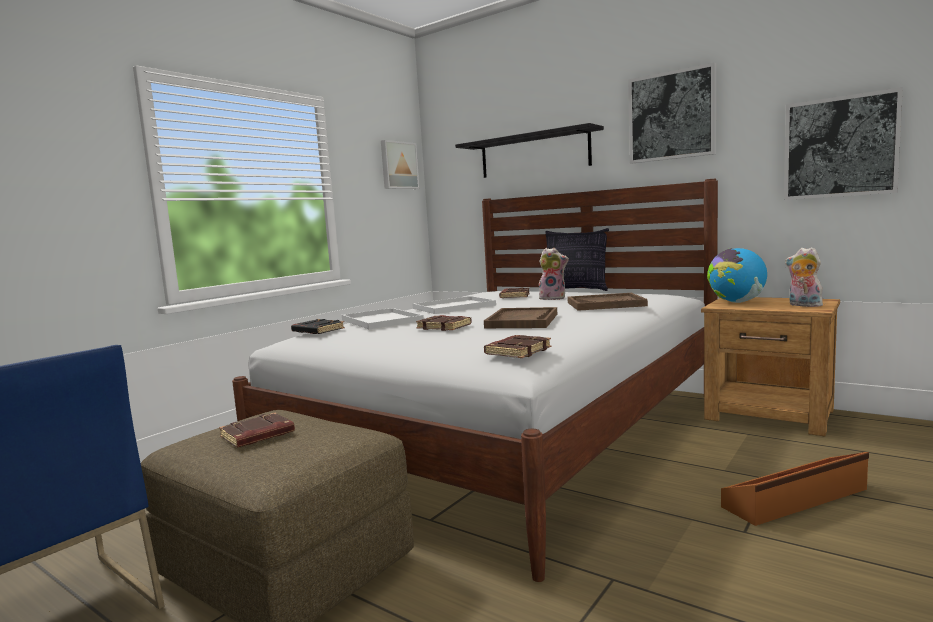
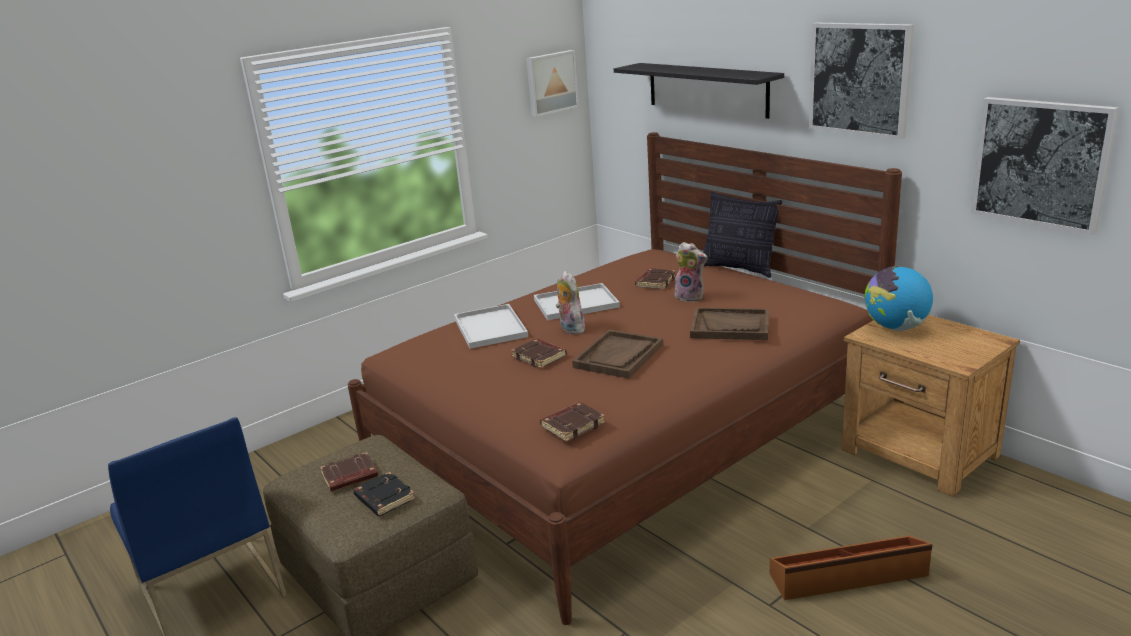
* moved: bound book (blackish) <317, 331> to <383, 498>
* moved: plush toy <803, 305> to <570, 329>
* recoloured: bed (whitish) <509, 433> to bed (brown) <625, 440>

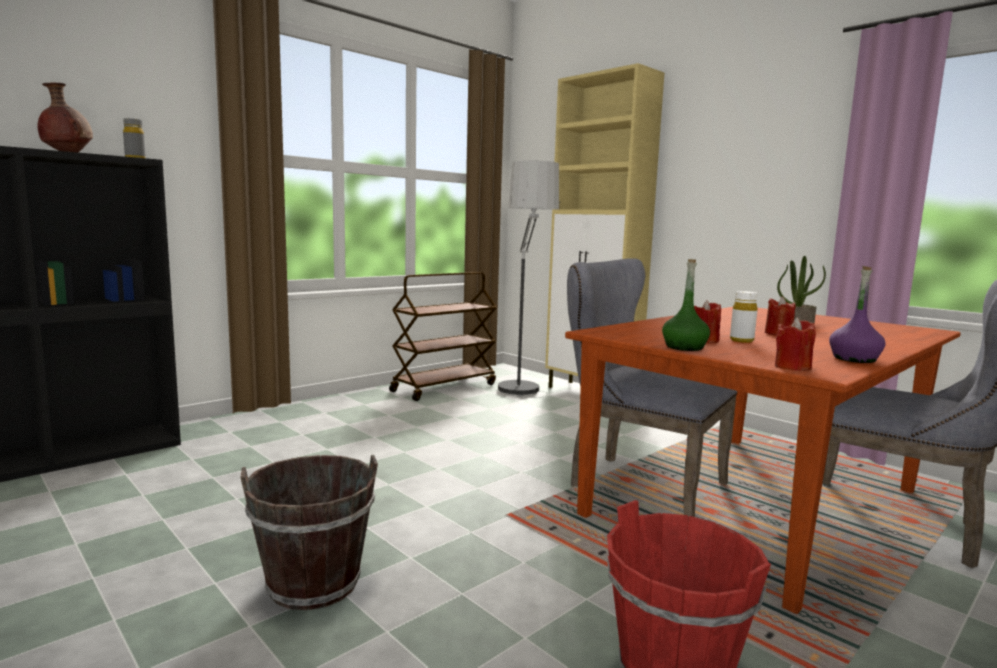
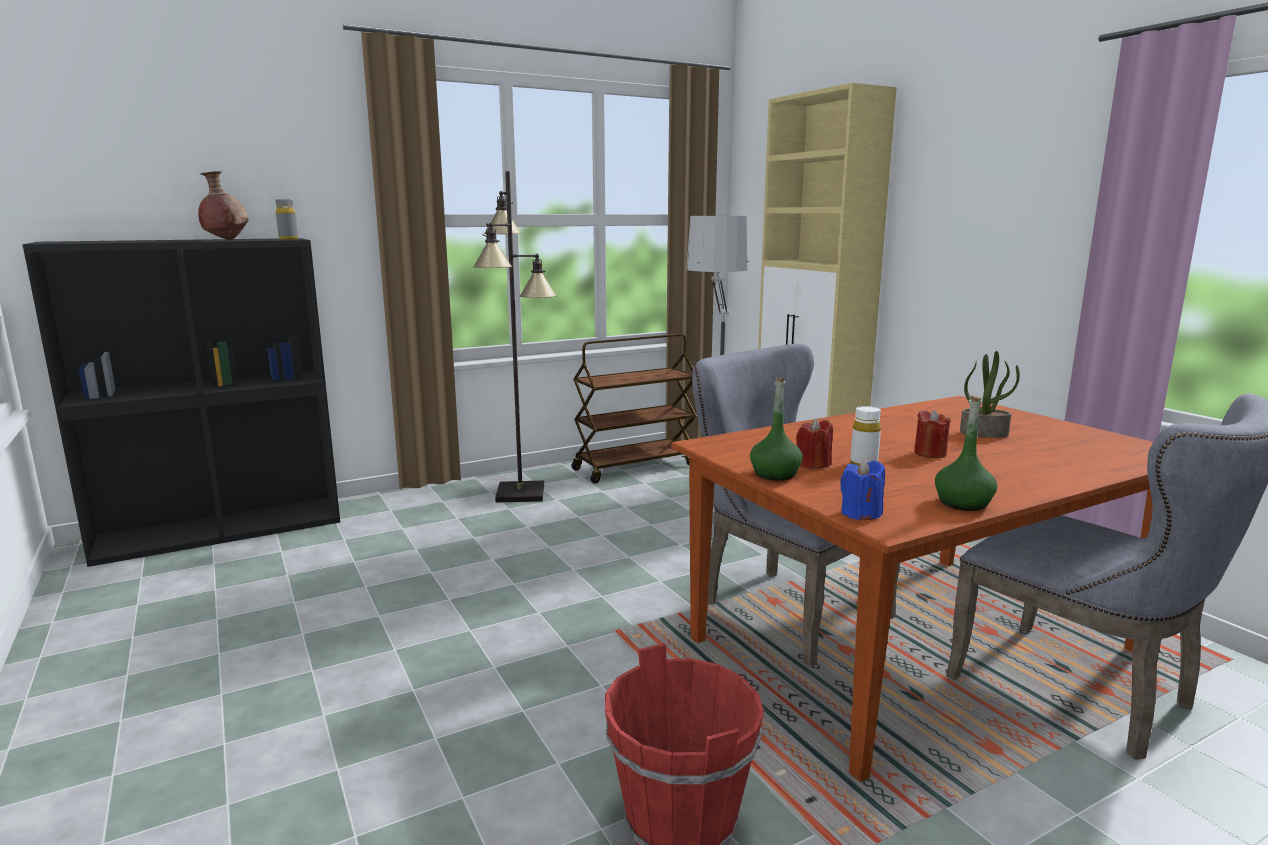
* removed: pail (brown) <314, 583>
* added: floor lamp (blackish) <521, 493>
* recoloured: wax candle (reddish) <792, 367> to wax candle (blue) <861, 513>
* recoloured: drink bottle (purplish) <854, 359> to drink bottle (green) <963, 503>

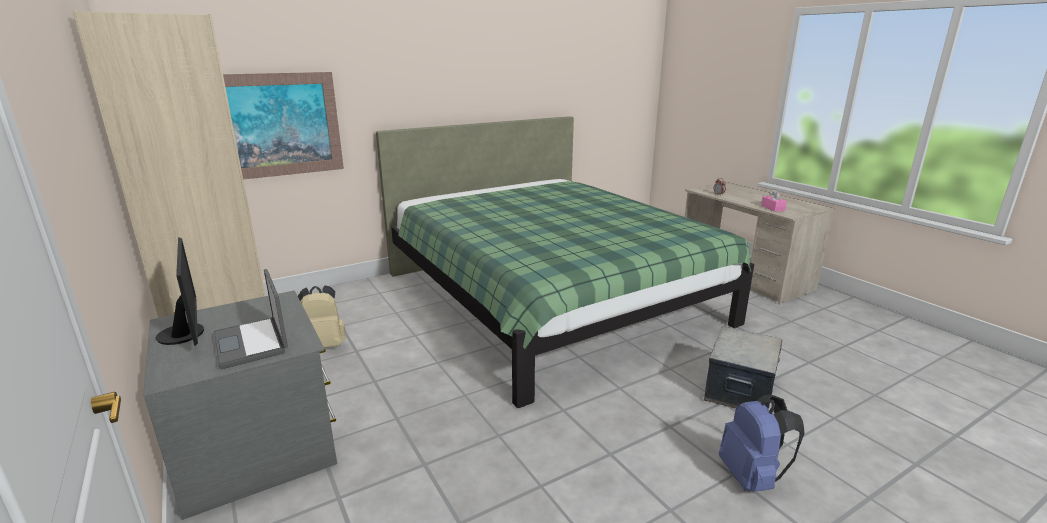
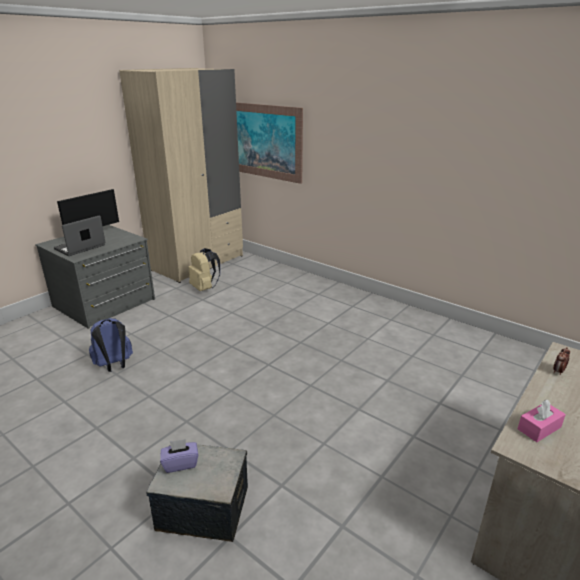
* removed: bed (green) <549, 298>
* added: tissue holder (purplish) <180, 463>
* moved: backpack (blue) <752, 477> to <114, 365>

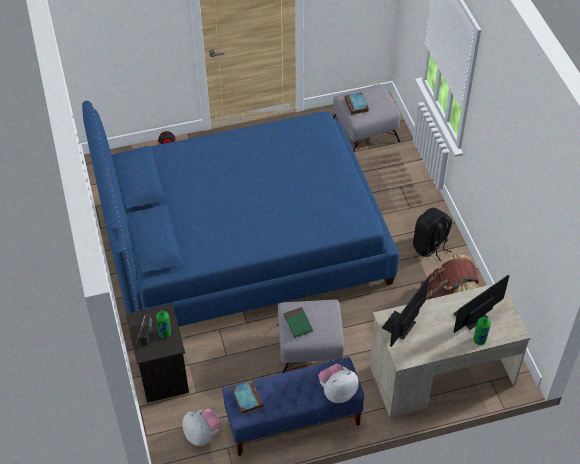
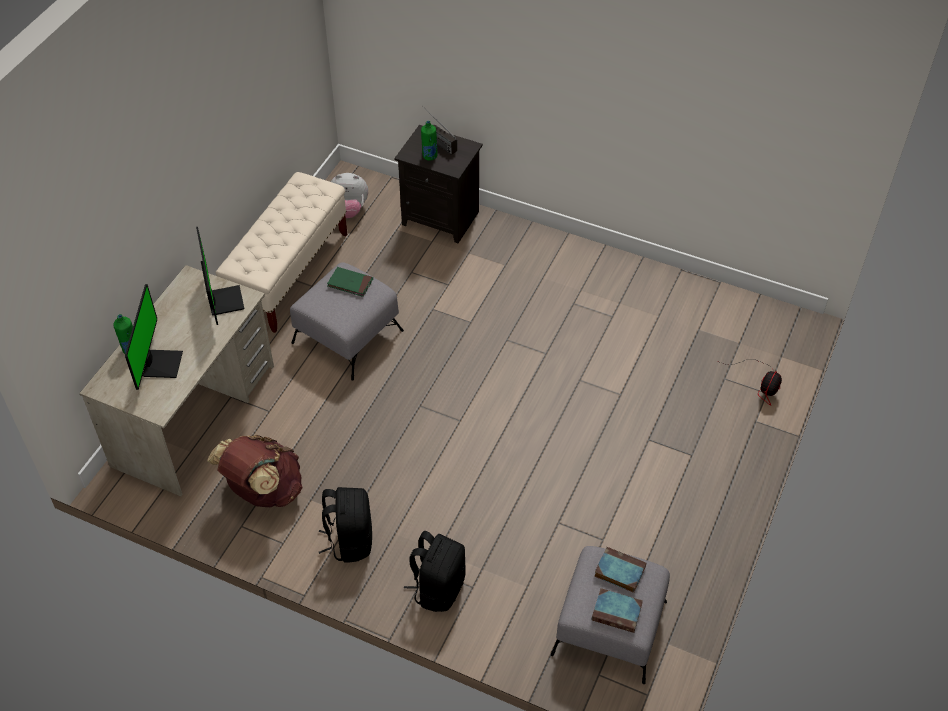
* removed: bed (blue) <243, 243>
* removed: plush toy <337, 392>
* added: backpack (blackish) <438, 588>
* moved: bound book <247, 398> to <617, 612>
* recoloured: long seat (blue) <293, 421> to long seat (beige) <289, 274>

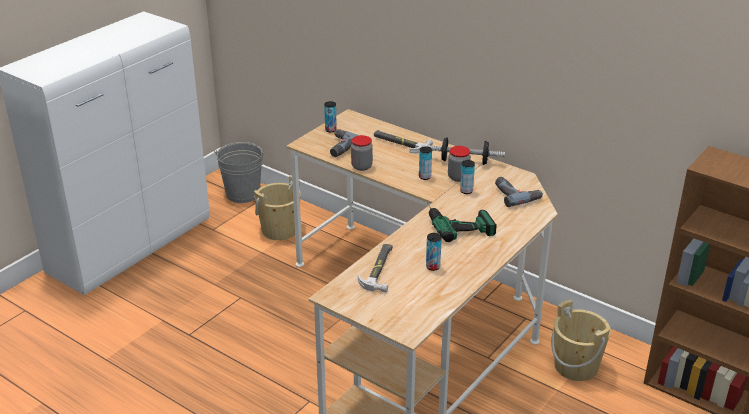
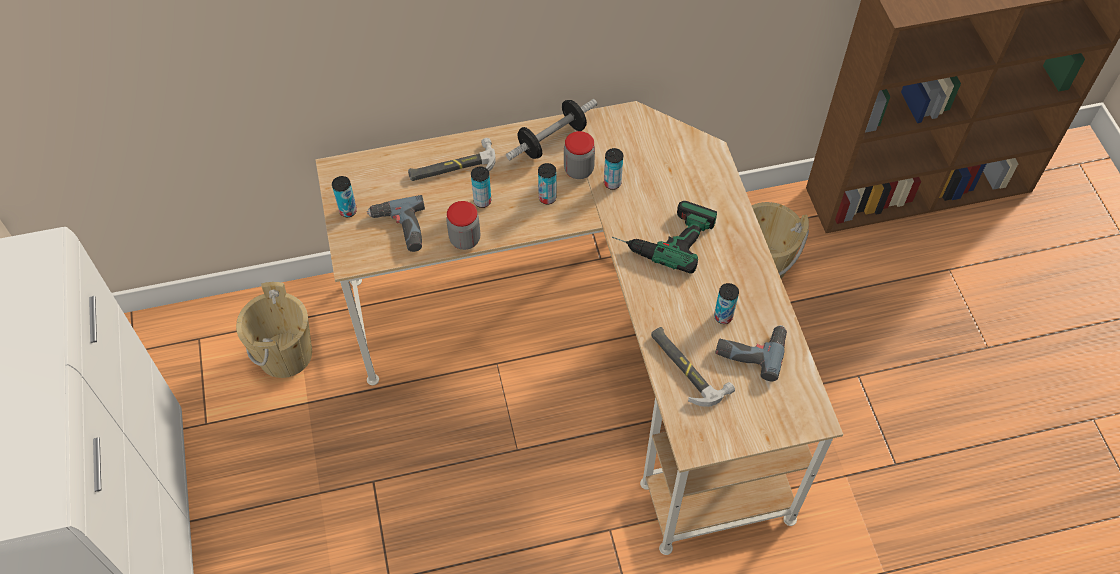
* removed: pail (greyish) <243, 194>
* added: metal can <482, 201>
* moved: electric drill <516, 194> to <750, 349>

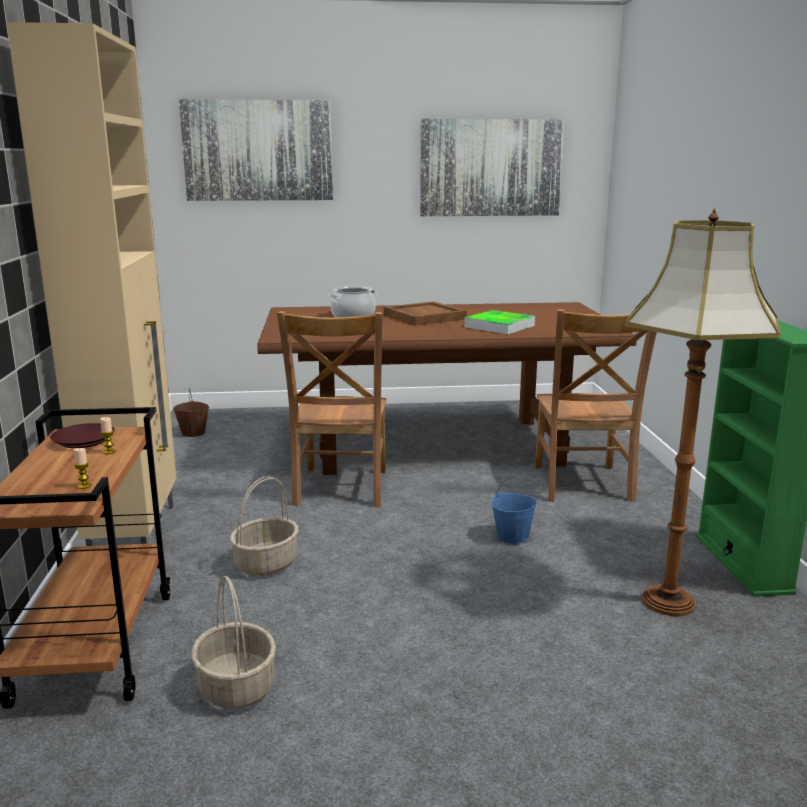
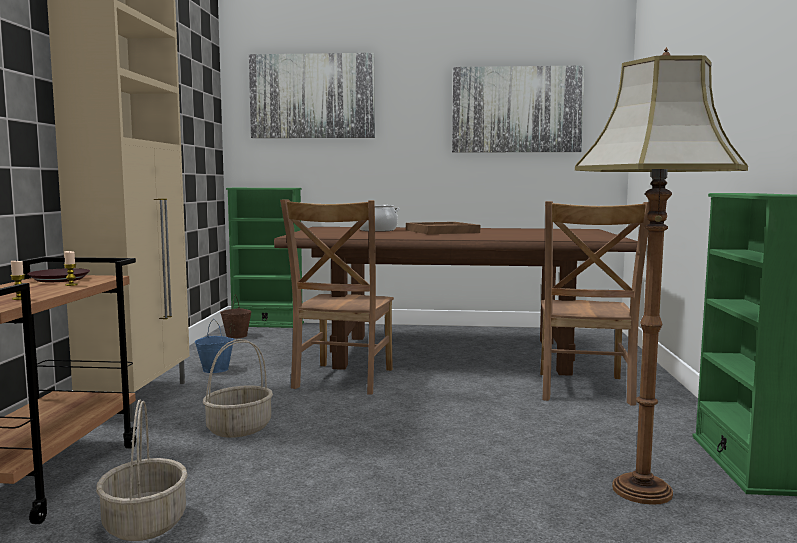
* removed: serving tray <499, 326>
* added: bookcase (green) <267, 324>
* moved: pail (blue) <512, 536> to <216, 370>

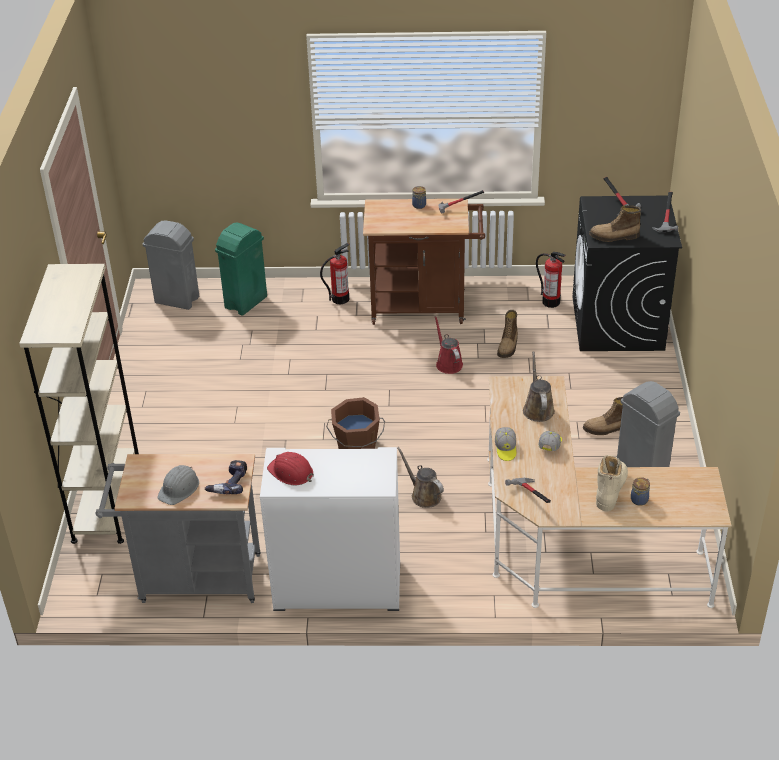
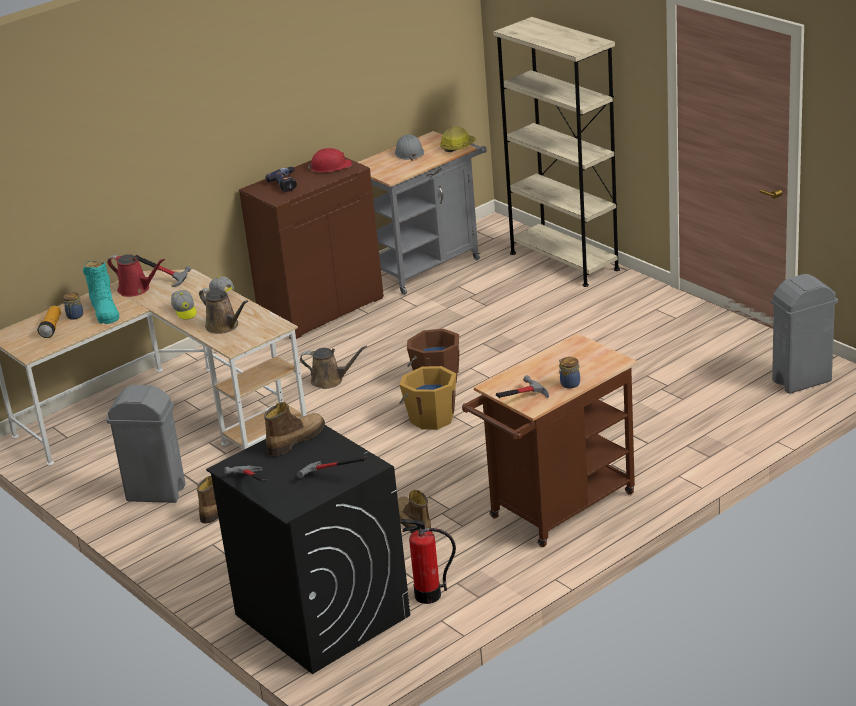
* removed: rubbish bin (green) <245, 302>
* removed: fire-fighting cylinder <340, 299>
* added: torch <51, 328>
* added: pail (orangey) <431, 417>
* added: safety helmet <457, 146>
* moved: electric drill <228, 483> to <287, 184>
* moved: sprinkling can (reddish) <448, 363> to <136, 289>
* recoloured: cupboard (whitish) <337, 586> to cupboard (brown) <321, 309>
* recoloured: high-top boot (beige) <610, 489> to high-top boot (blue-green) <104, 311>

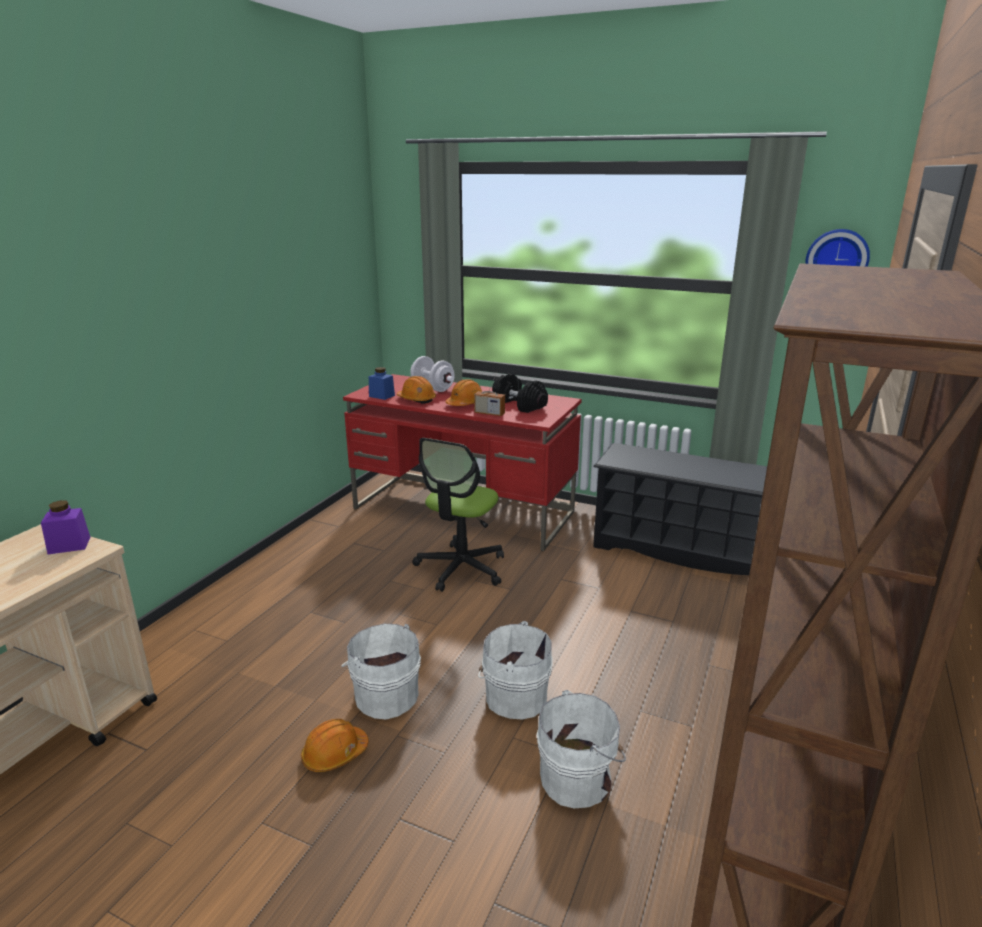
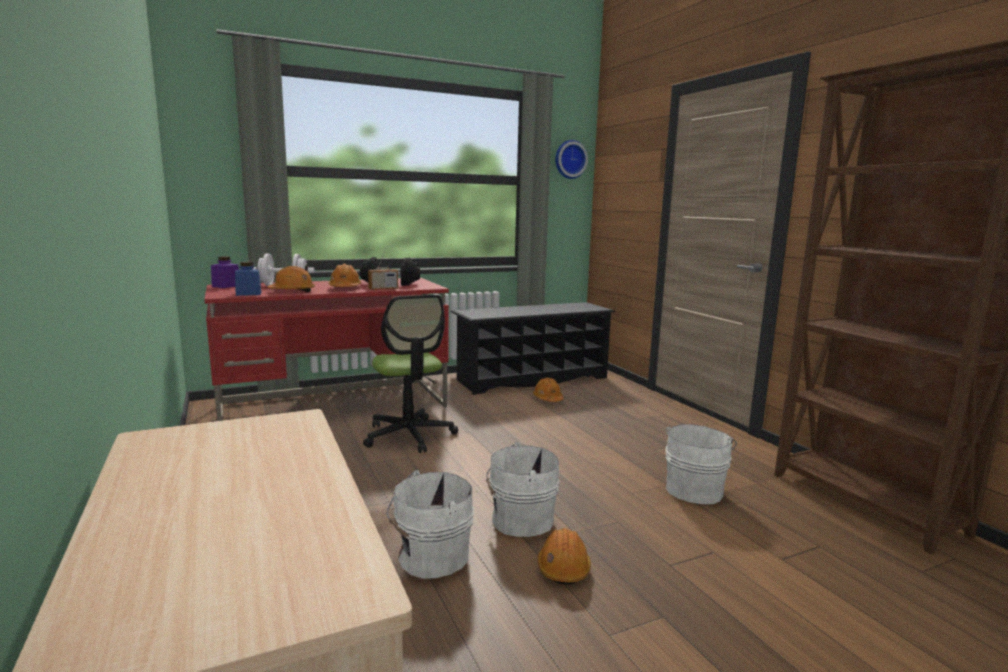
* added: safety helmet (orangey) <548, 399>
* moved: preserve jar (purplish) <69, 545> to <226, 286>
* moved: pail (whitish) <513, 696> to <430, 557>

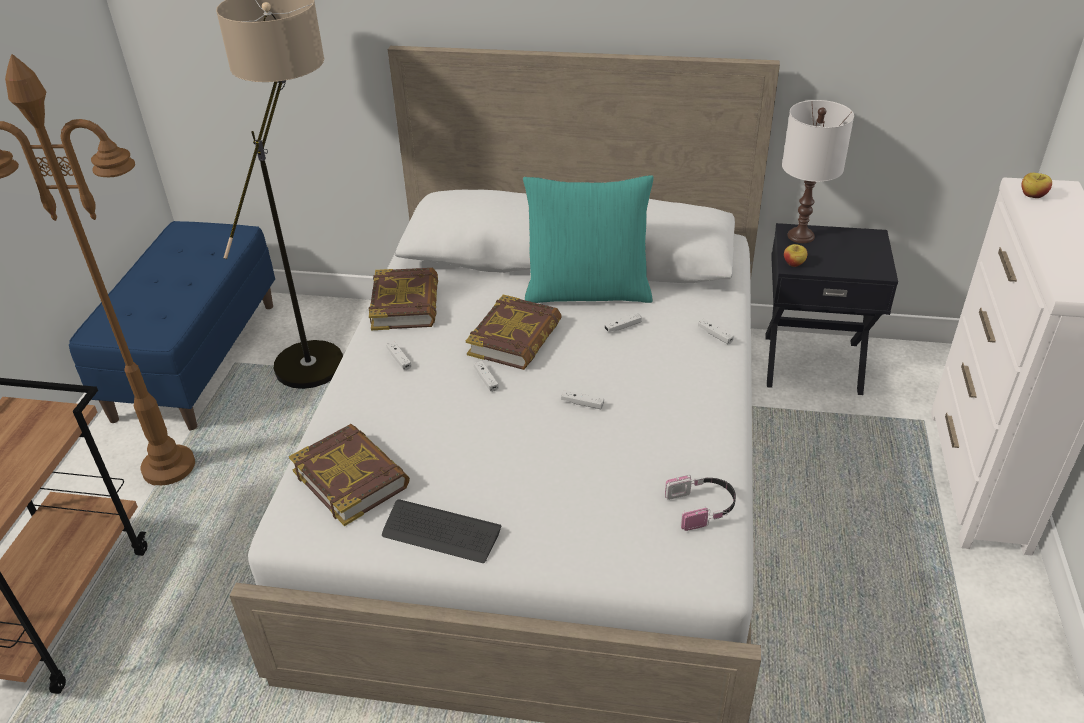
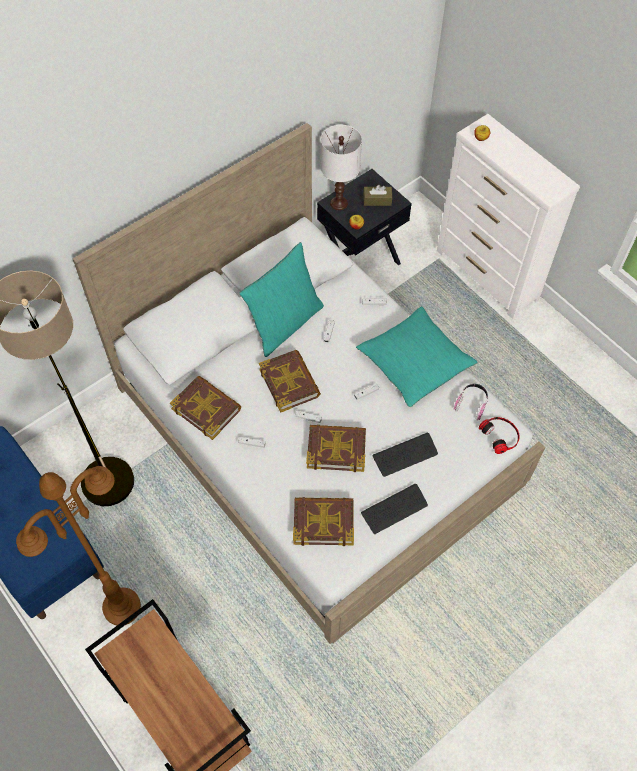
* added: bound book <336, 449>
* added: throw pillow (blue-green) <414, 363>
* added: tissue holder (brown) <377, 200>
* added: computer keyboard <405, 455>
* added: headset <500, 435>

